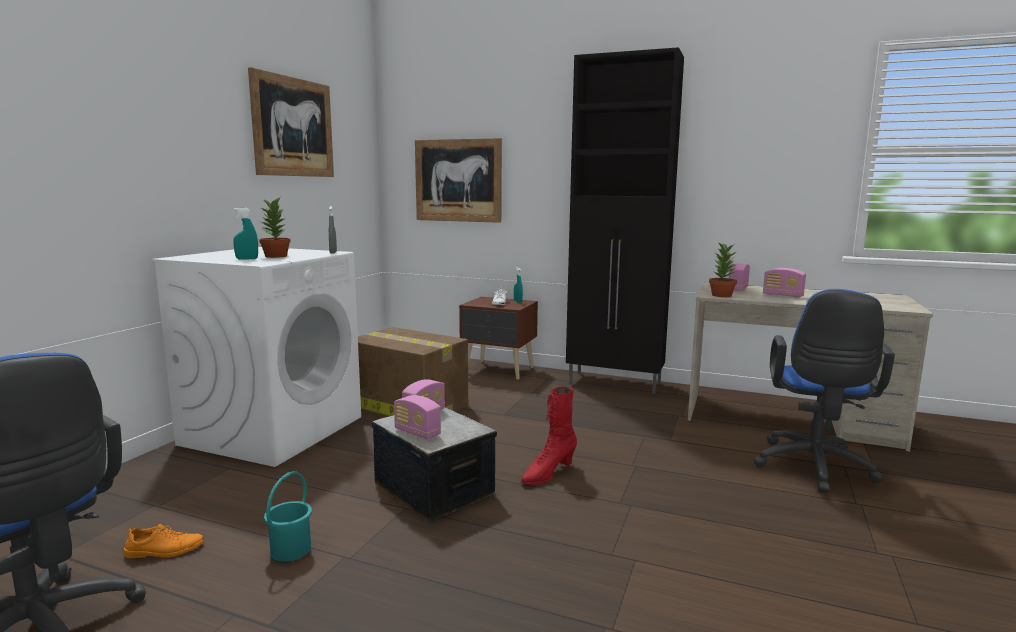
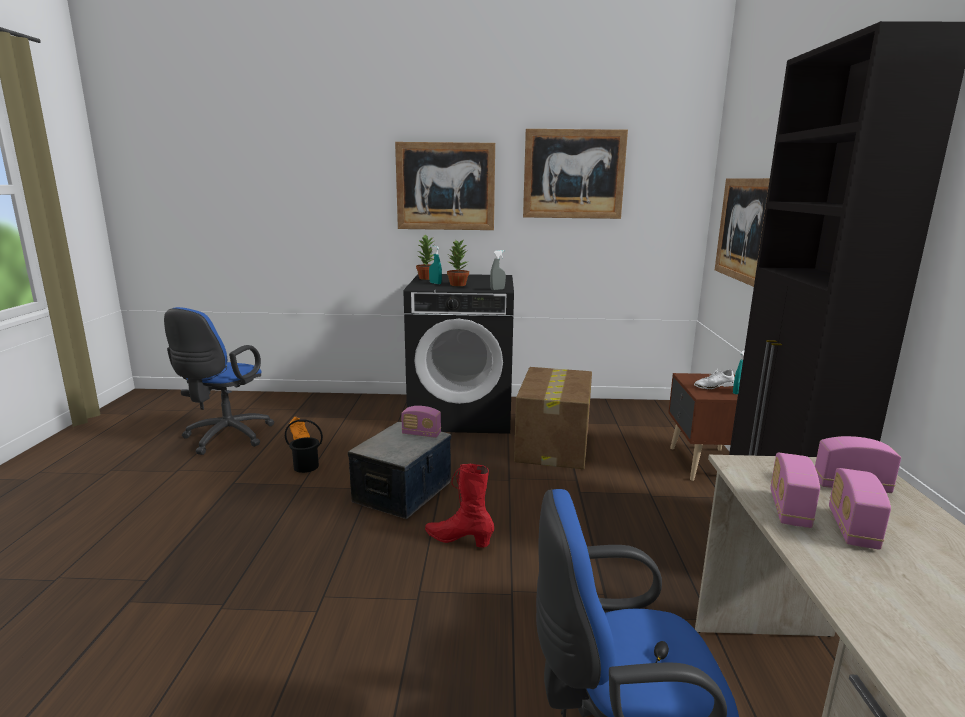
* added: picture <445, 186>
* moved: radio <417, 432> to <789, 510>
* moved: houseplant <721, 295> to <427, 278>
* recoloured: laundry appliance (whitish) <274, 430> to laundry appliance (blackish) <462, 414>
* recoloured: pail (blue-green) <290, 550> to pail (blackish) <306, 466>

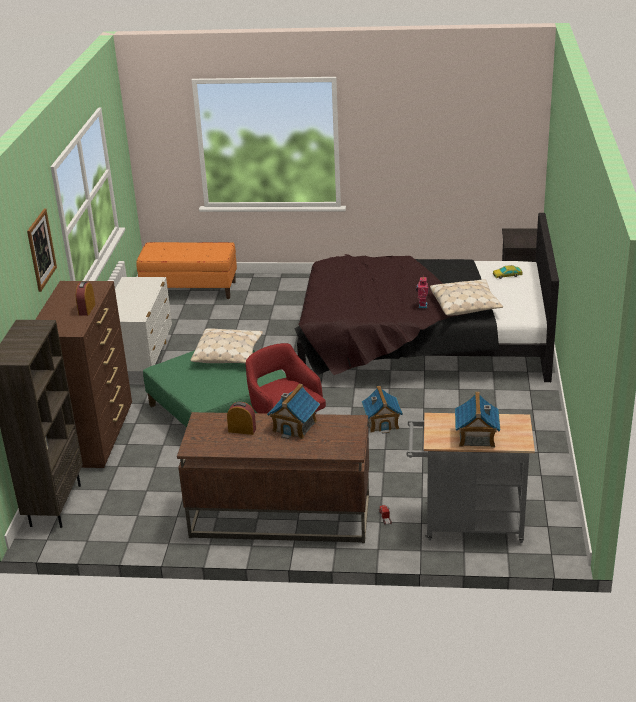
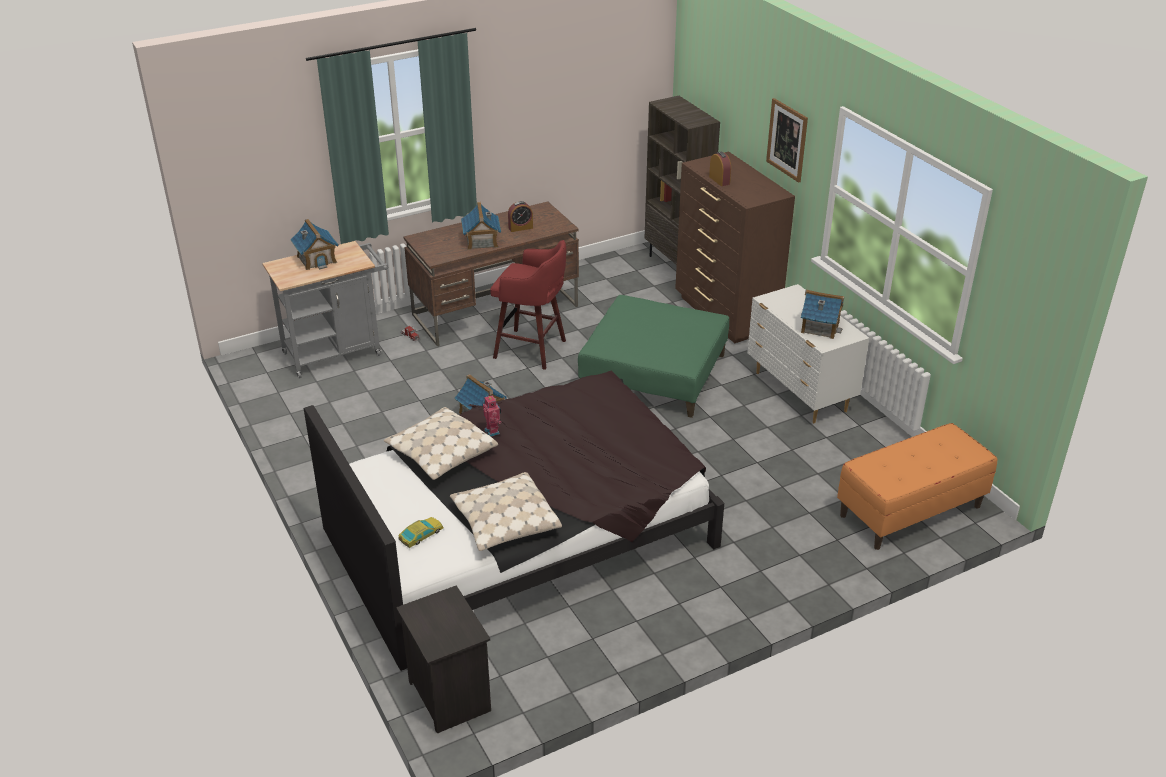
* added: miniature house <820, 327>
* moved: throw pillow (beige) <228, 354> to <505, 522>

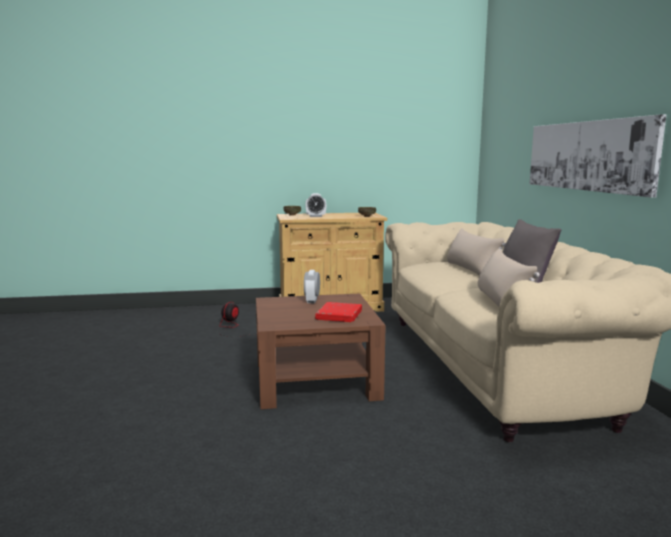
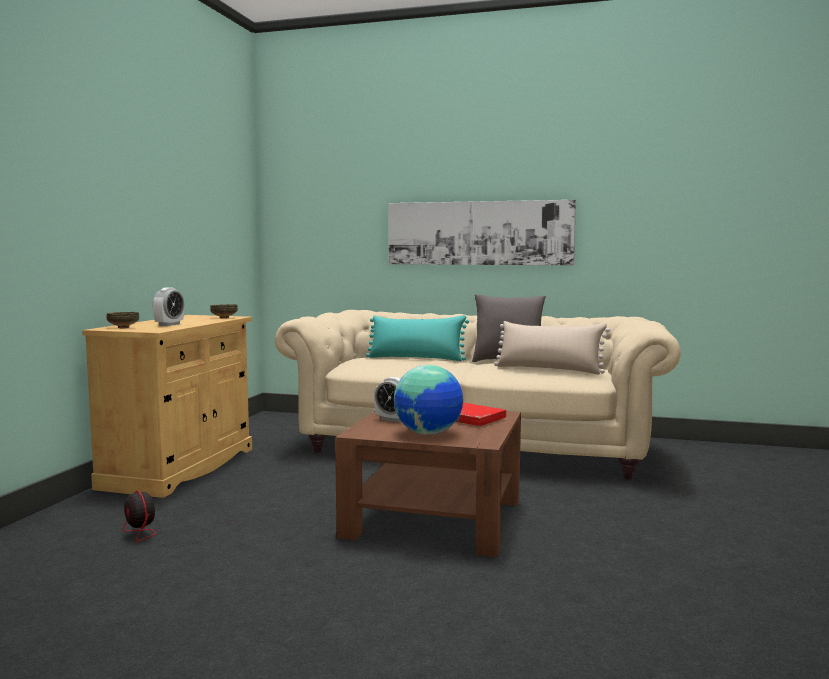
* added: desk globe <428, 433>
* recoloured: throw pillow (beige) <471, 271> to throw pillow (blue-green) <416, 358>

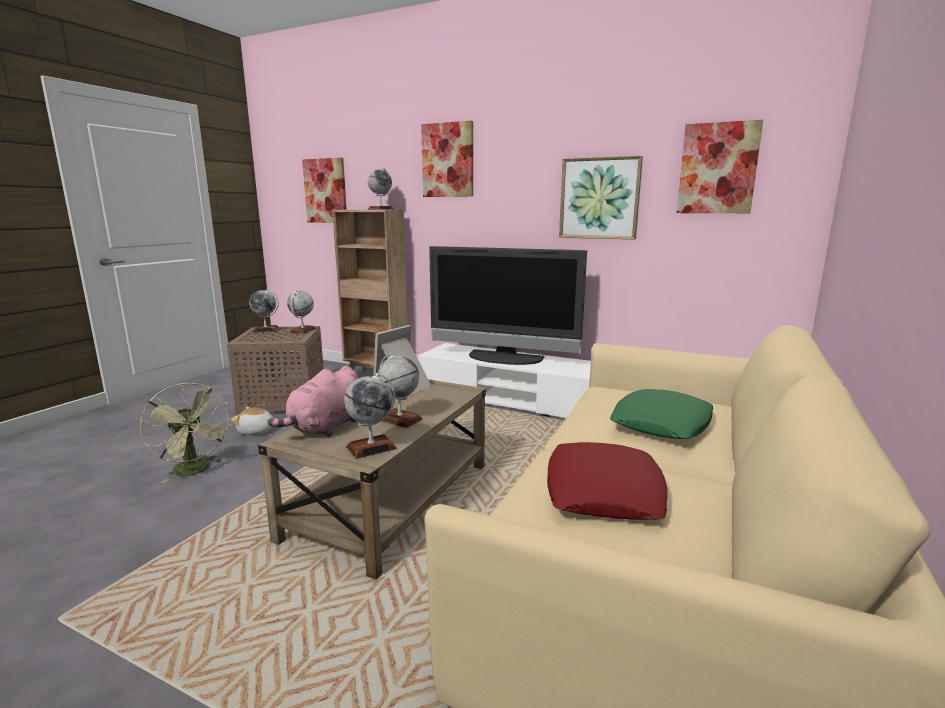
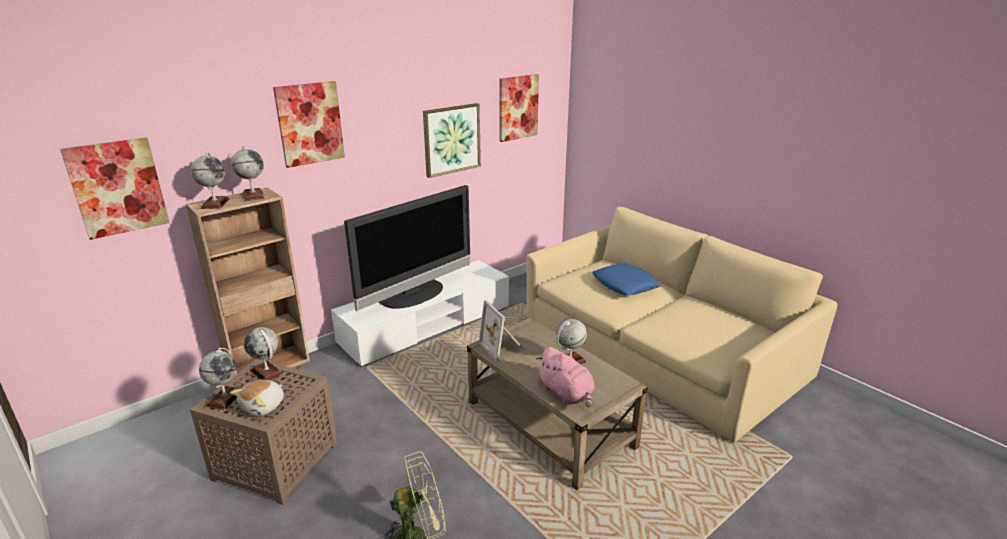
* removed: throw pillow (reddish) <603, 491>
* moved: plush toy <256, 431> to <264, 406>
* moved: desk globe <371, 447> to <215, 203>
* recoloured: throw pillow (green) <661, 423> to throw pillow (blue) <625, 285>

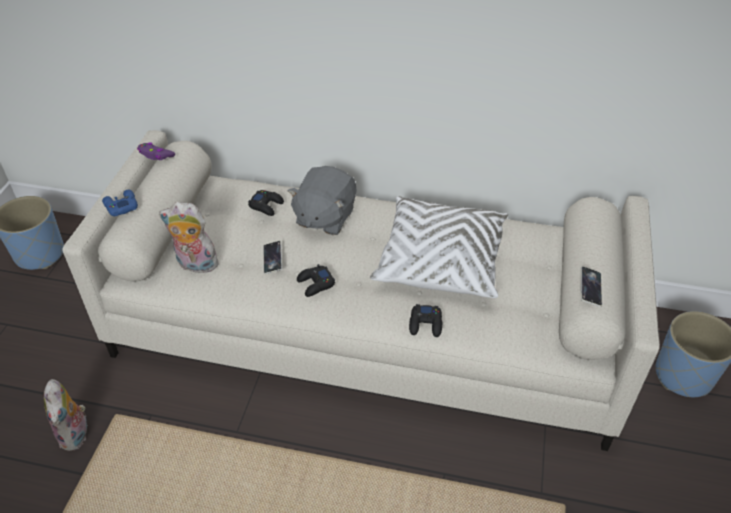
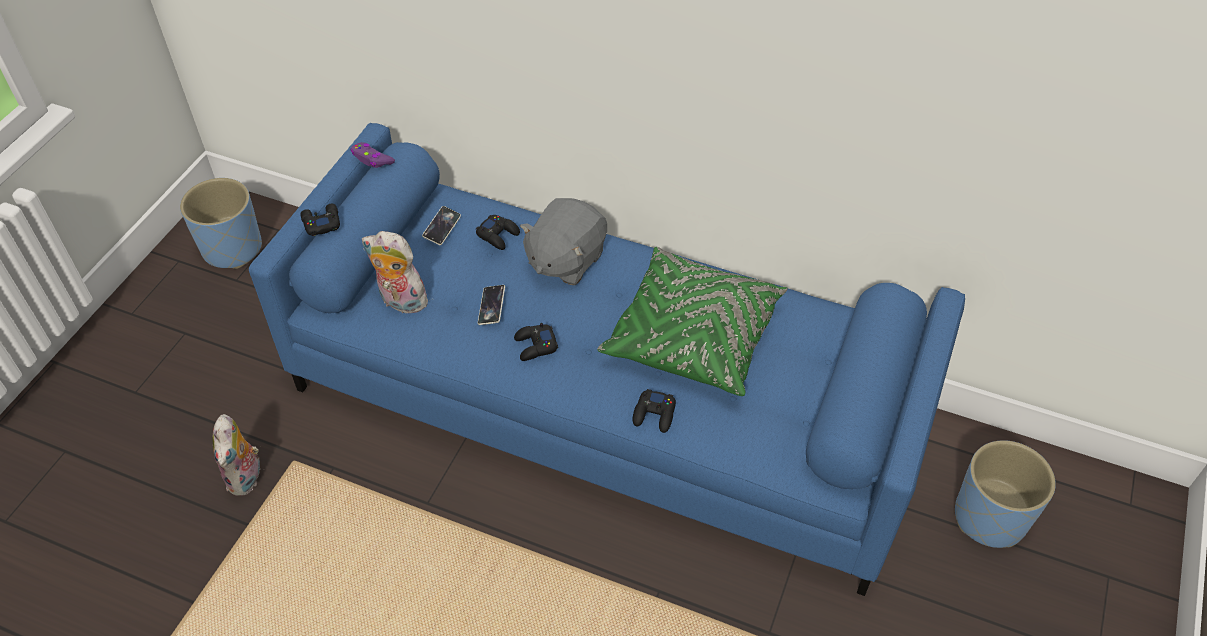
* moved: telephone <590, 288> to <442, 228>
* recoloured: sofa (beige) <367, 332> to sofa (blue) <606, 403>
* recoloured: gamepad (blue) <121, 206> to gamepad (blackish) <321, 223>
* recoloured: throw pillow (whitish) <440, 261> to throw pillow (green) <693, 336>

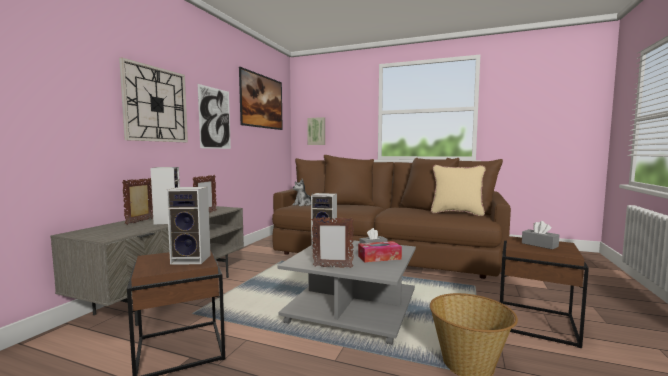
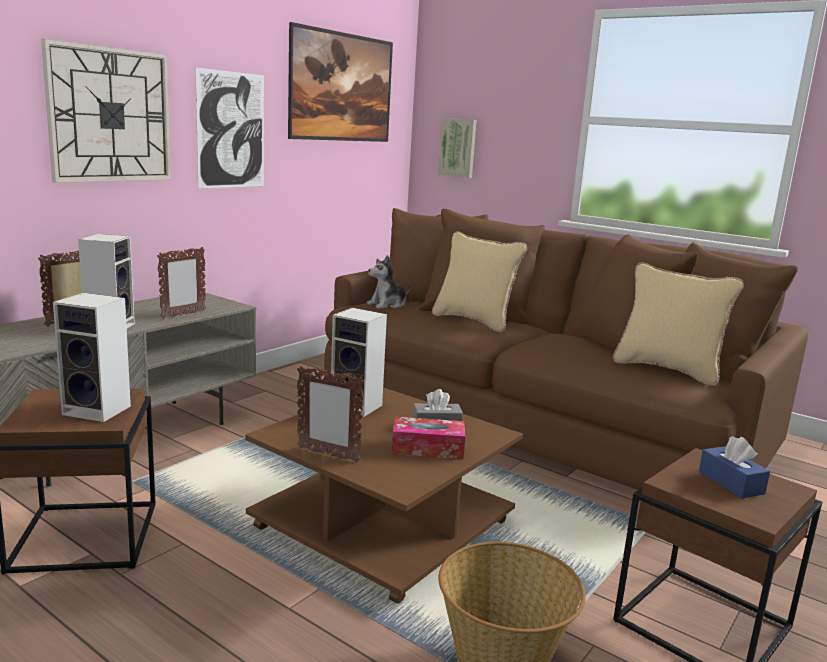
* added: throw pillow (beige) <474, 321>
* recoloured: coffee table (greyish) <354, 308> to coffee table (brown) <386, 524>
* recoloured: tissue holder (greyish) <539, 245> to tissue holder (blue) <730, 482>

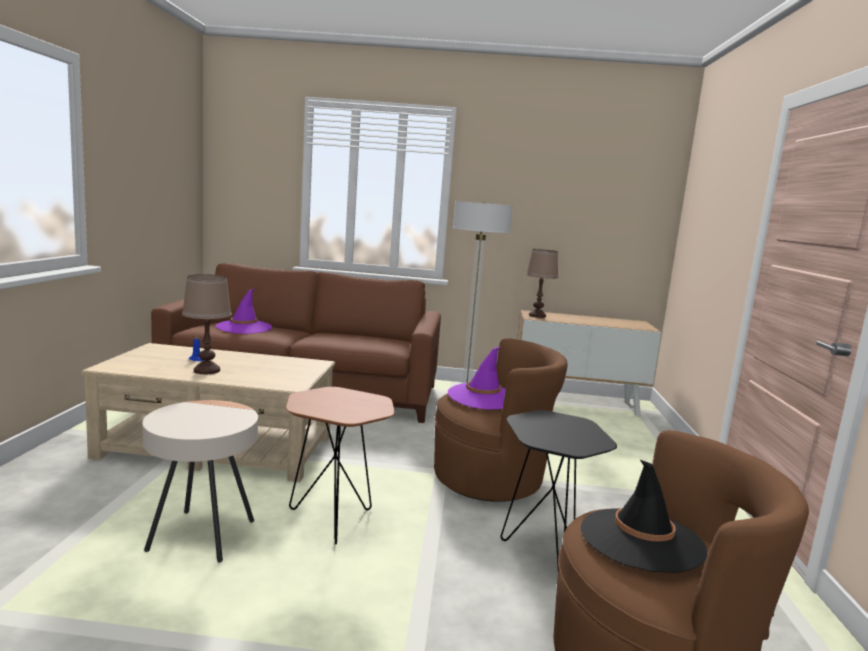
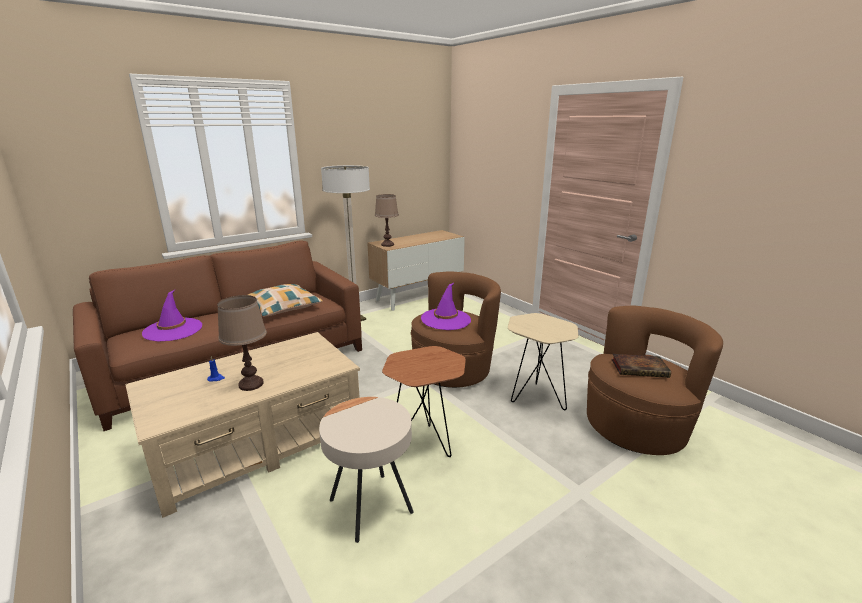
* added: throw pillow <283, 307>
* replaced: wearable hat (blackish) <641, 540> to bound book <640, 368>
* recoloured: side table (blackish) <543, 552> to side table (beige) <535, 397>

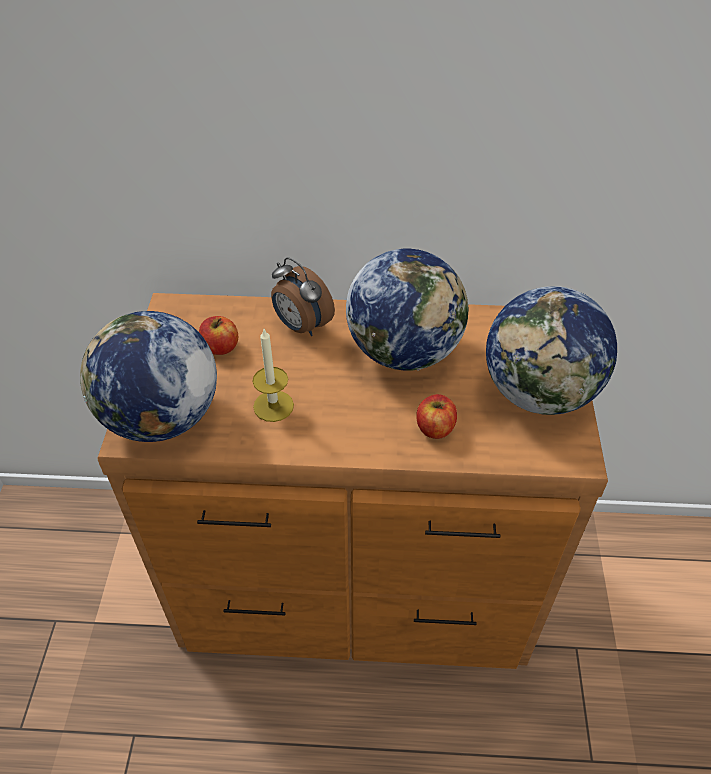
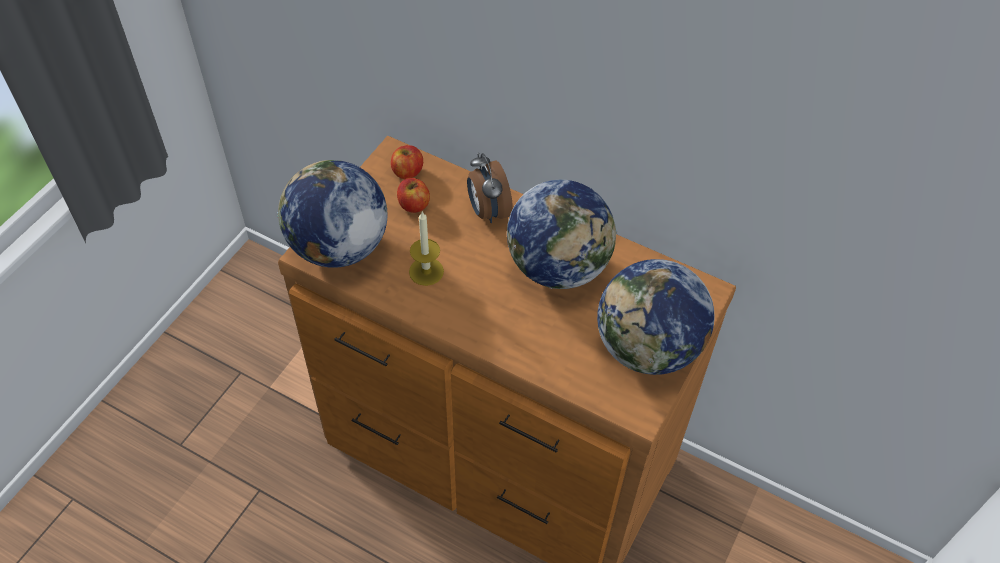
* moved: apple fruit <435, 428> to <407, 172>

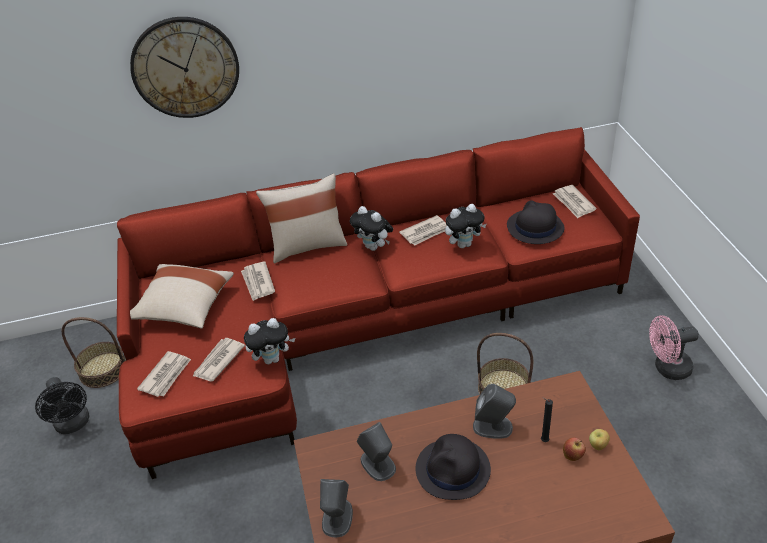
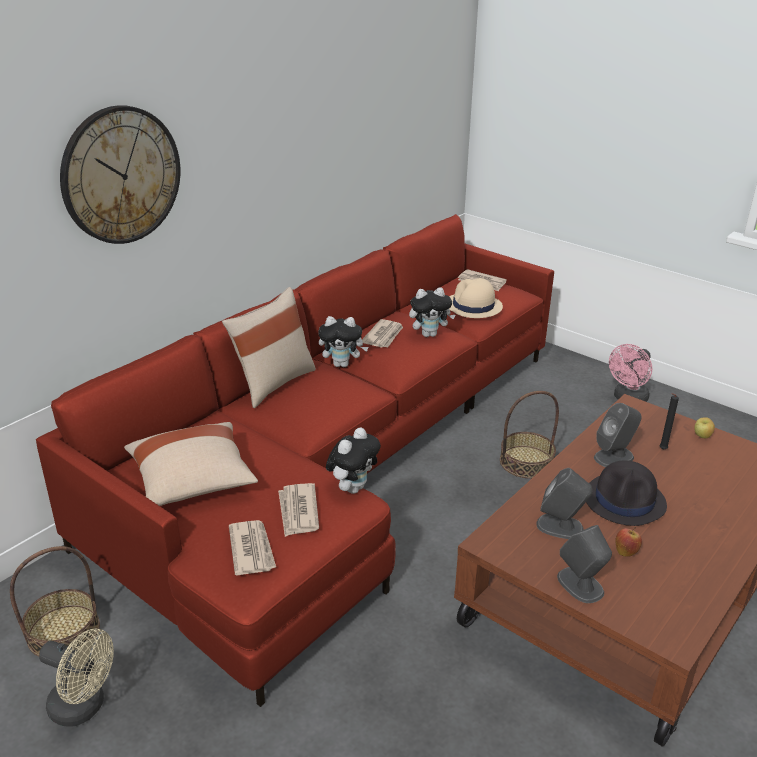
* removed: printed paper <258, 283>
* moved: apple fruit <573, 456> to <626, 552>
* recoloured: fan (blackish) <74, 424> to fan (beige) <84, 707>
* recoloured: wearable hat (blackish) <534, 227> to wearable hat (beige) <473, 306>
* turned: plush toy <464, 244> = <429, 334> 45 degrees clockwise

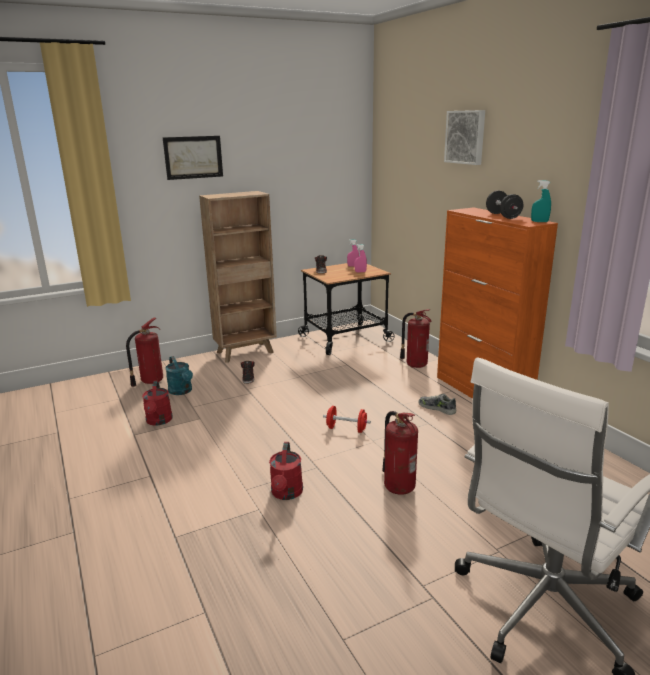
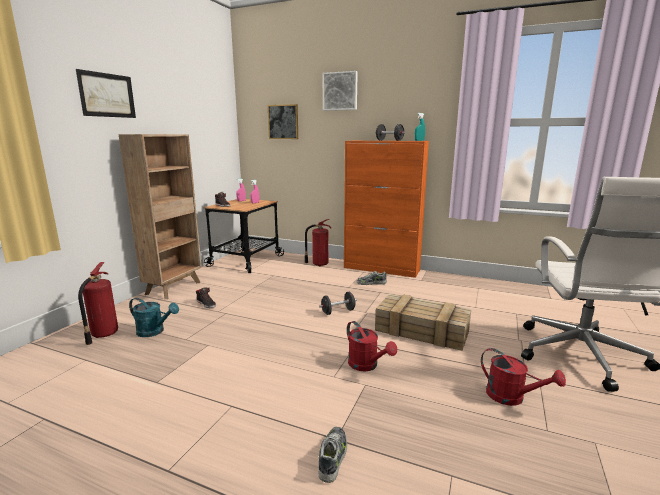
* added: picture <283, 122>
* added: shoe <333, 457>
* moved: sprinkling can (reddish) <158, 421> to <512, 397>
* replaced: fire-fighting cylinder <398, 486> to packing crate <423, 331>
* recoloured: hand weight (reddish) <346, 429> to hand weight (blackish) <338, 311>

